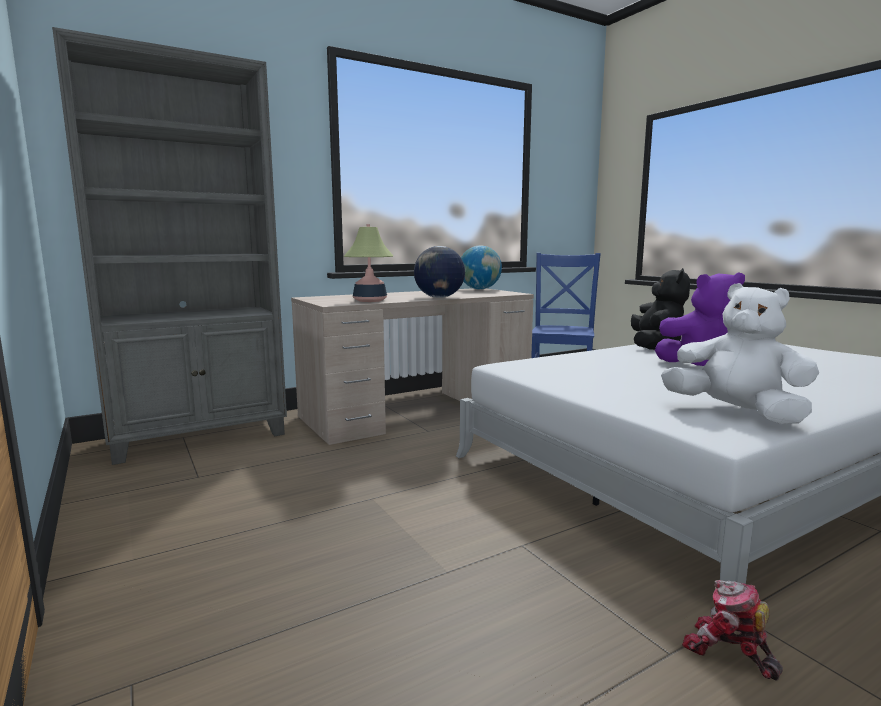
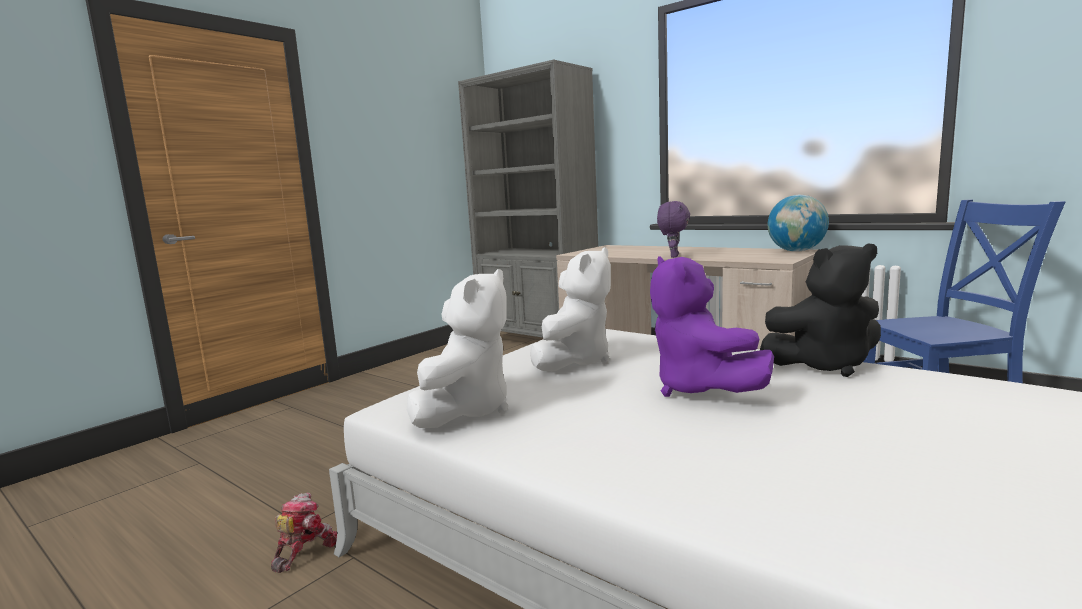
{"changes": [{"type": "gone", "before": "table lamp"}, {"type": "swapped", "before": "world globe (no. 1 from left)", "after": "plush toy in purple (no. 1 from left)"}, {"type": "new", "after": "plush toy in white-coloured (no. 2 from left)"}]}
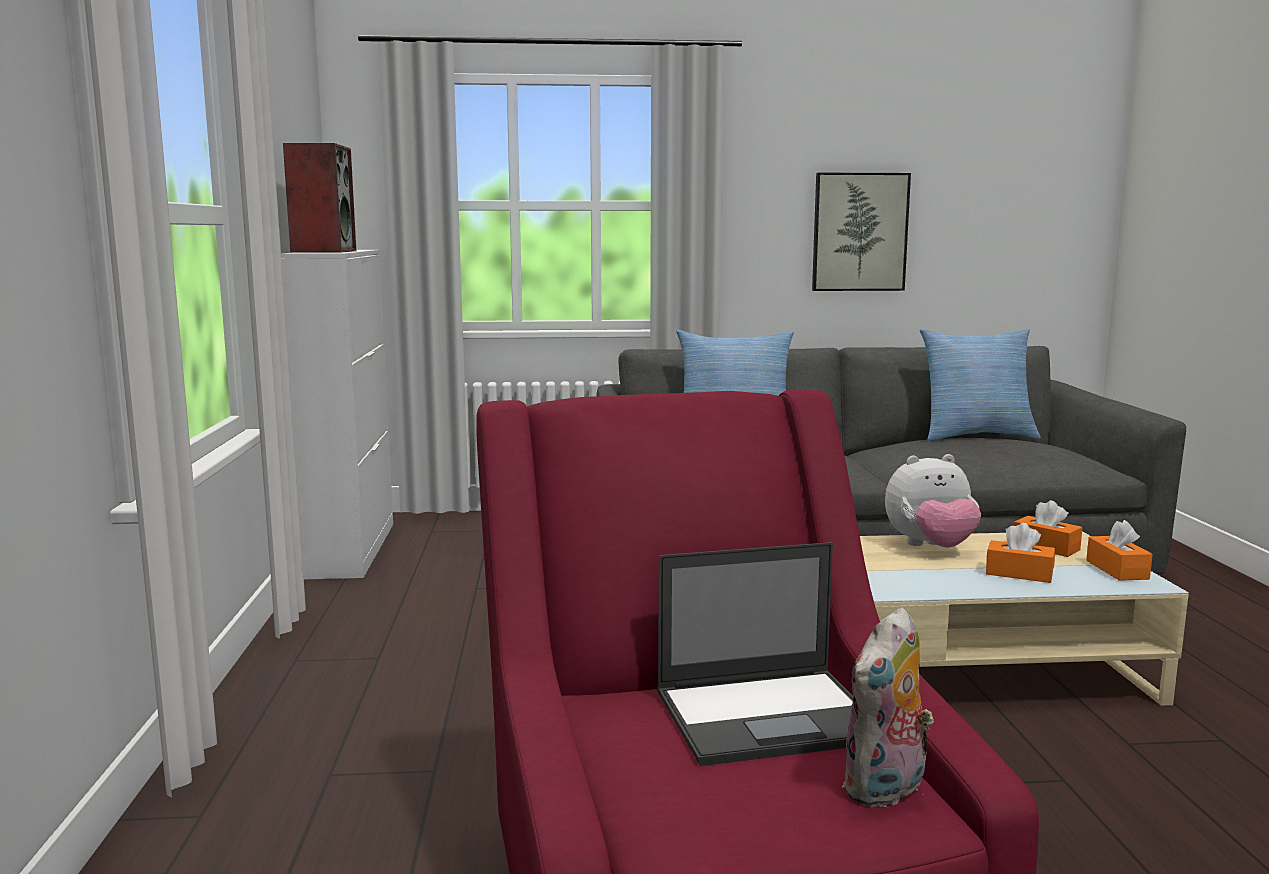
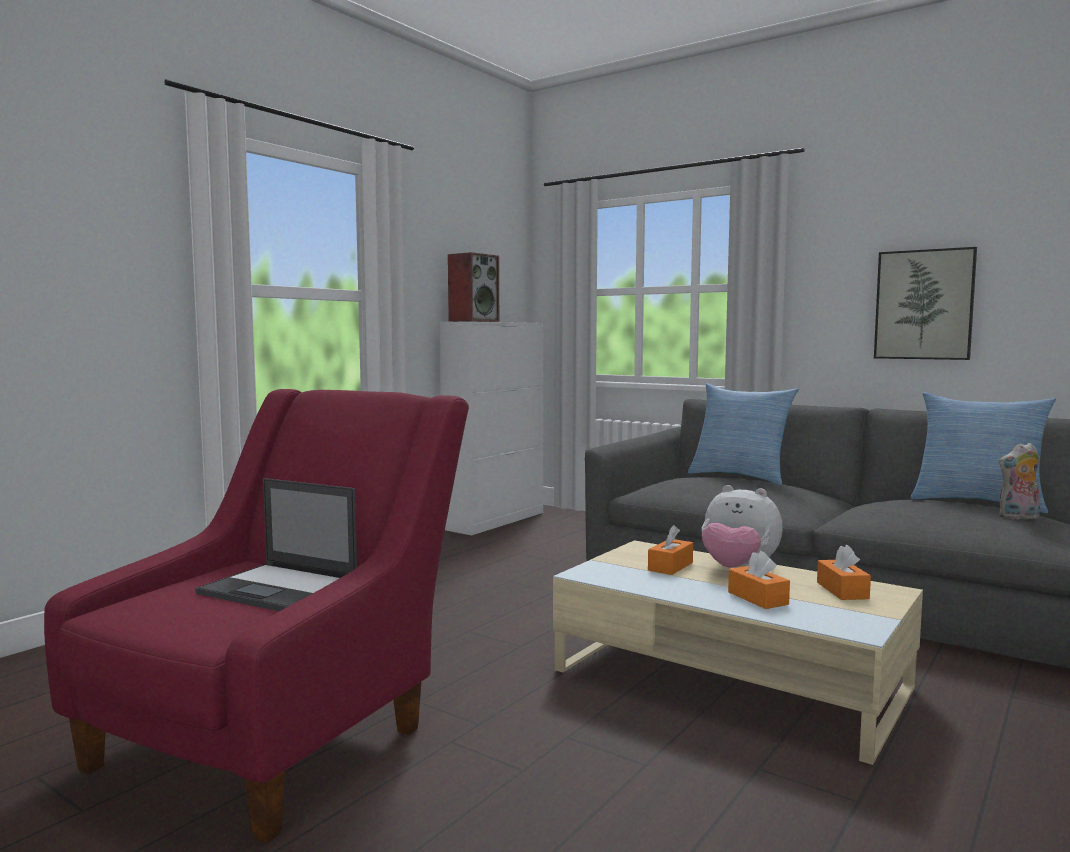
{"changes": [{"type": "shifted", "before": "tissue holder in orangey (no. 3 from left in the first image)", "after": "tissue holder in orangey (no. 1 from left)"}, {"type": "shifted", "before": "plush toy (no. 1 from left in the first image)", "after": "plush toy (no. 2 from left)"}]}
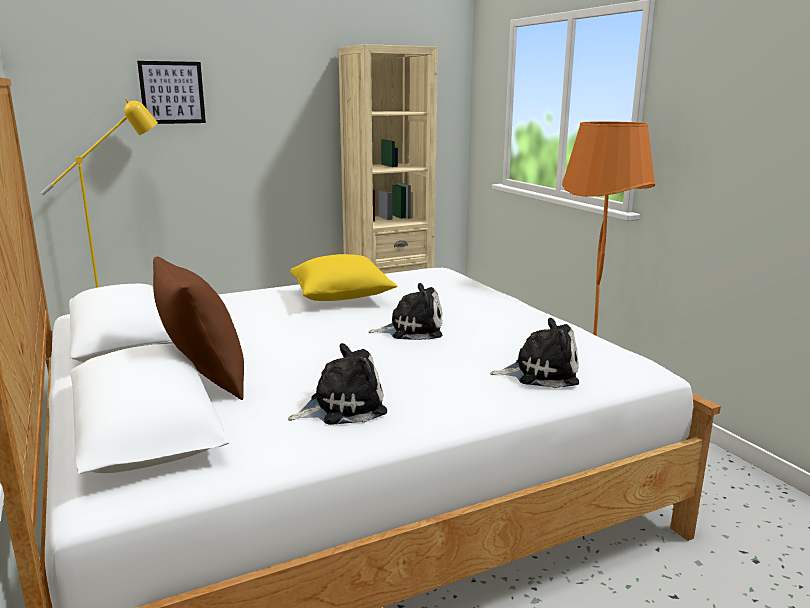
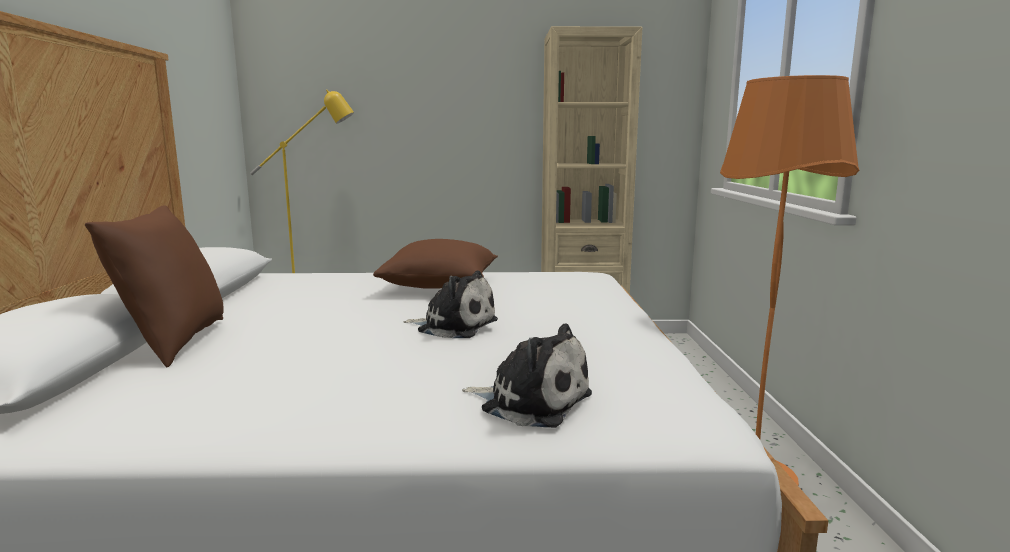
{"changes": [{"type": "gone", "before": "wall art"}, {"type": "repainted", "before": "throw pillow in yellow-coloured", "after": "throw pillow in brown-coloured (no. 2 from left)"}, {"type": "gone", "before": "plush toy (no. 1 from left)"}]}
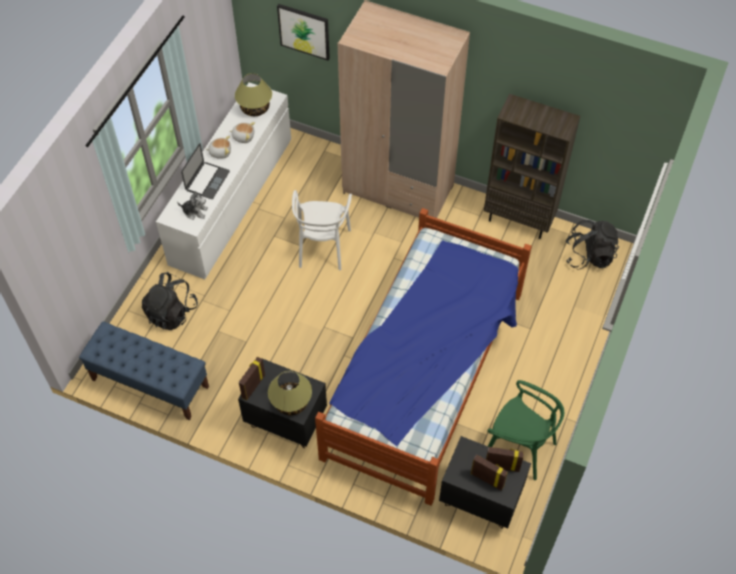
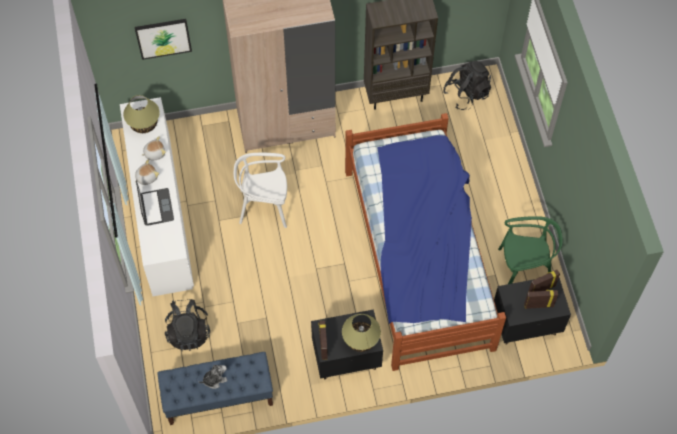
{"changes": [{"type": "rotated", "before": "chair in white-coloured", "turn": 120}, {"type": "shifted", "before": "plush toy (no. 1 from left in the first image)", "after": "plush toy (no. 3 from left)"}]}
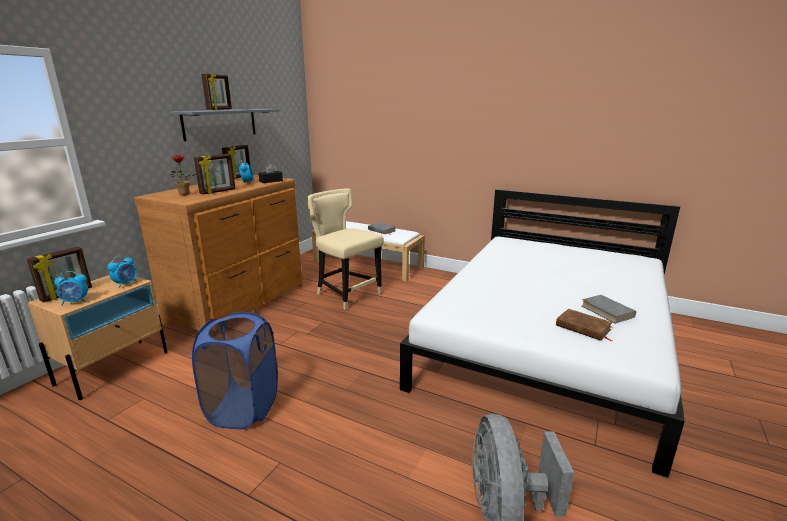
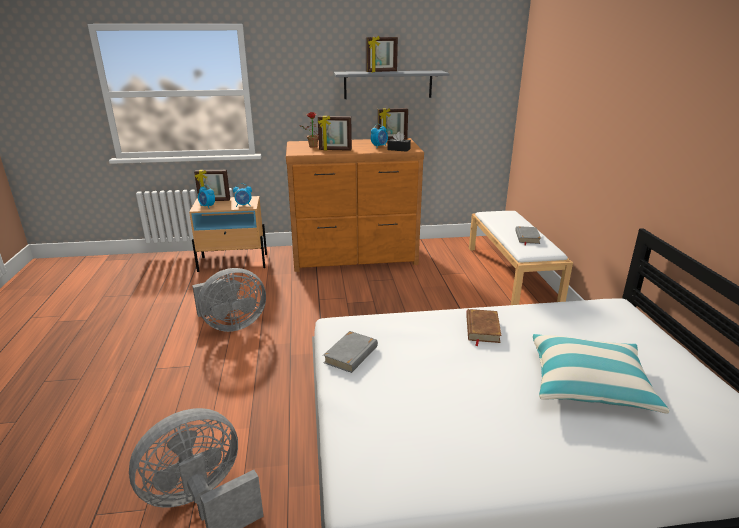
{"changes": [{"type": "gone", "before": "chair in beige-coloured"}, {"type": "shifted", "before": "book in gray (no. 2 from left in the first image)", "after": "book in gray (no. 1 from left)"}, {"type": "shifted", "before": "book in brown-coloured"}, {"type": "swapped", "before": "hamper in blue-coloured", "after": "electric fan in gray (no. 2 from left)"}, {"type": "new", "after": "throw pillow"}]}
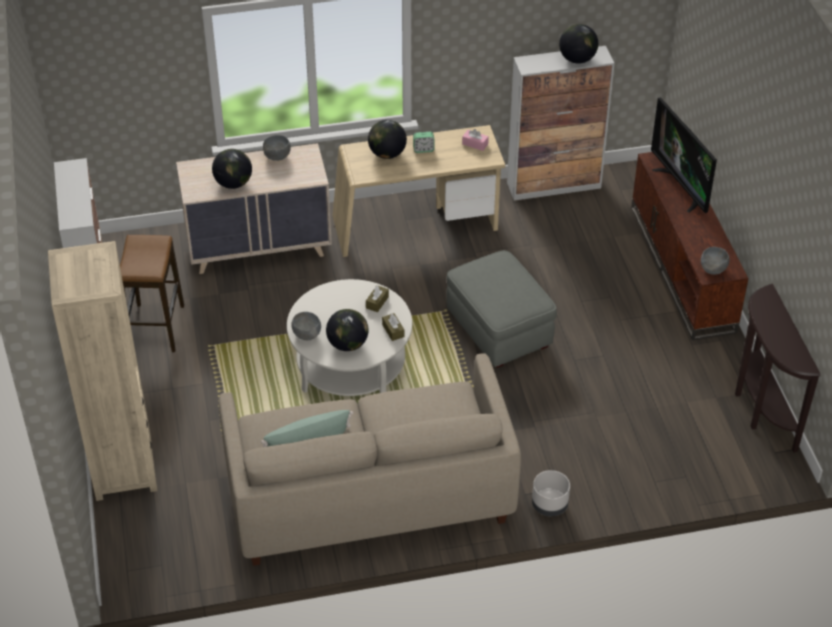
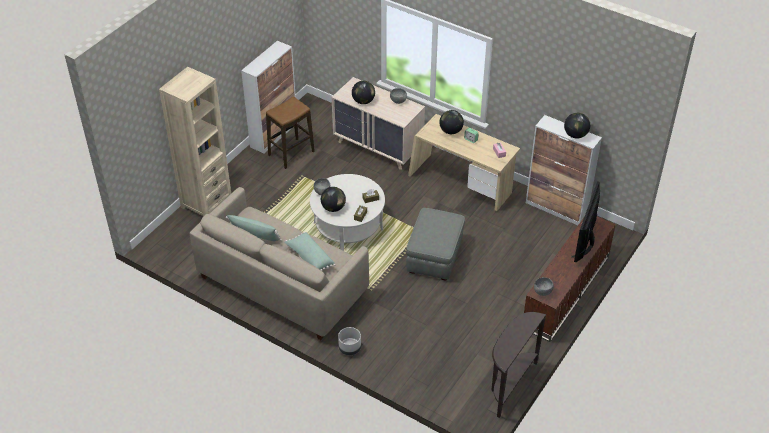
{"changes": [{"type": "new", "after": "throw pillow in green (no. 2 from left)"}]}
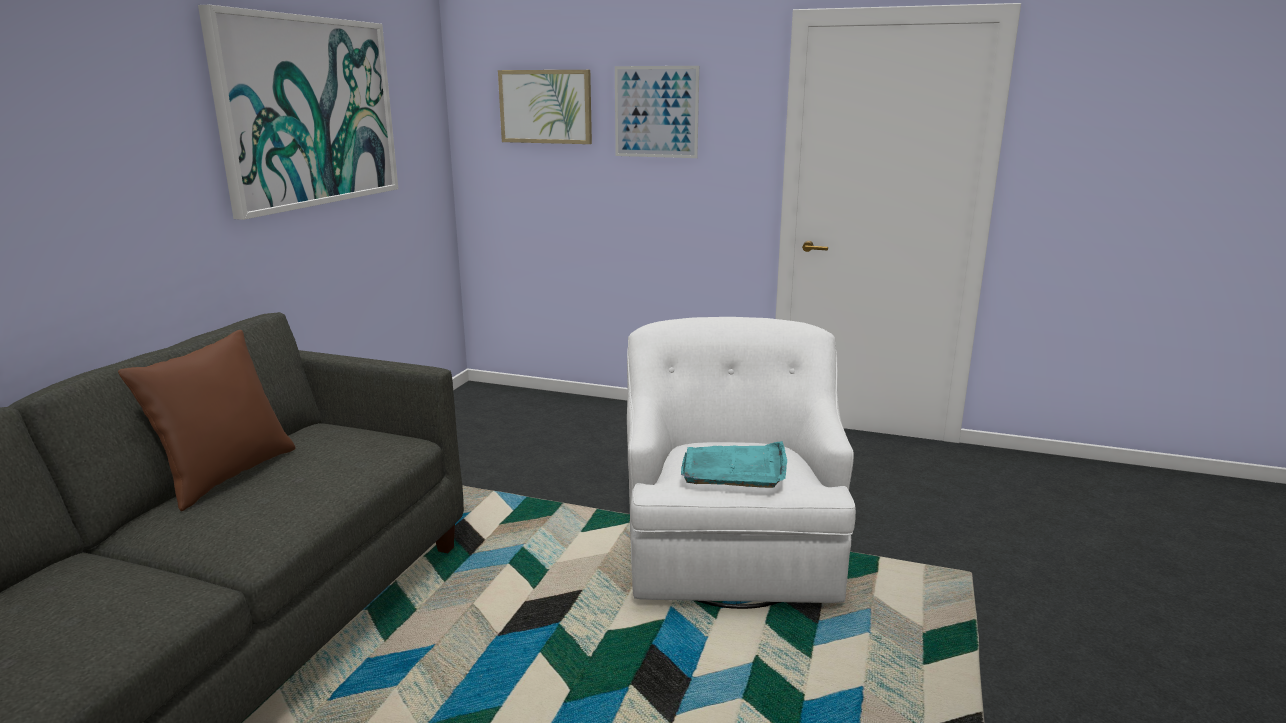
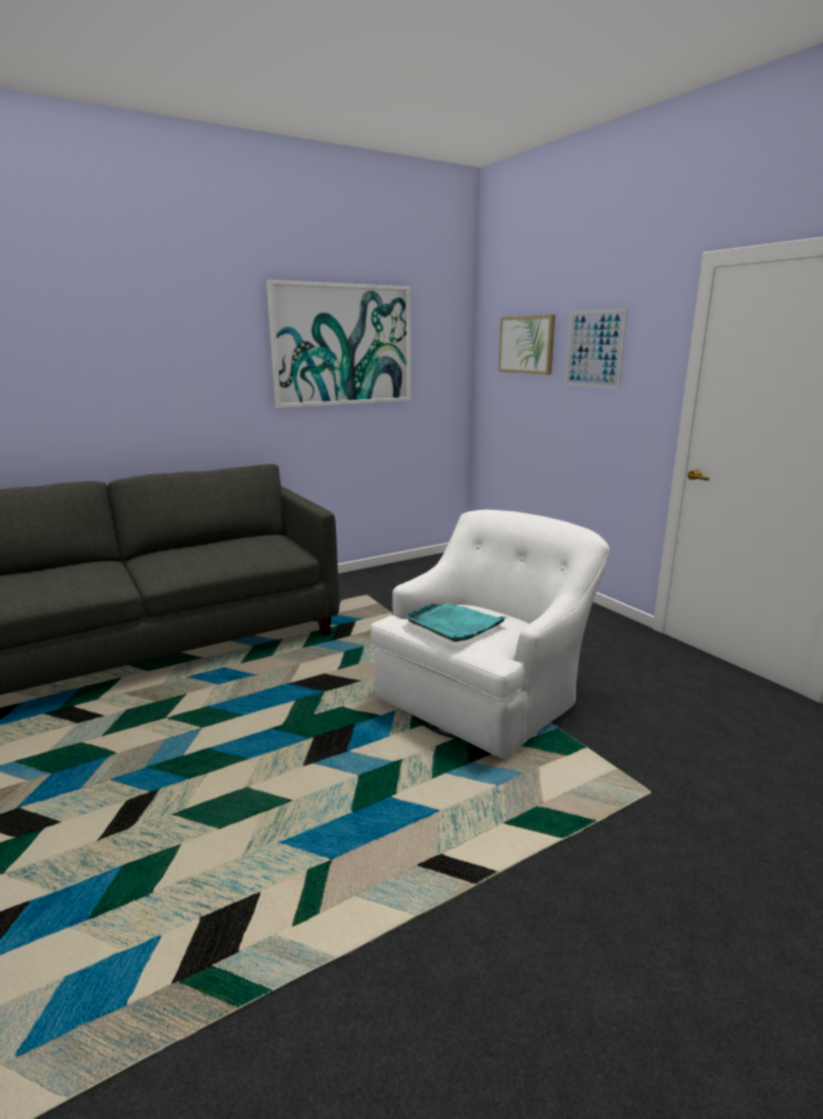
{"changes": [{"type": "gone", "before": "throw pillow in brown-coloured"}]}
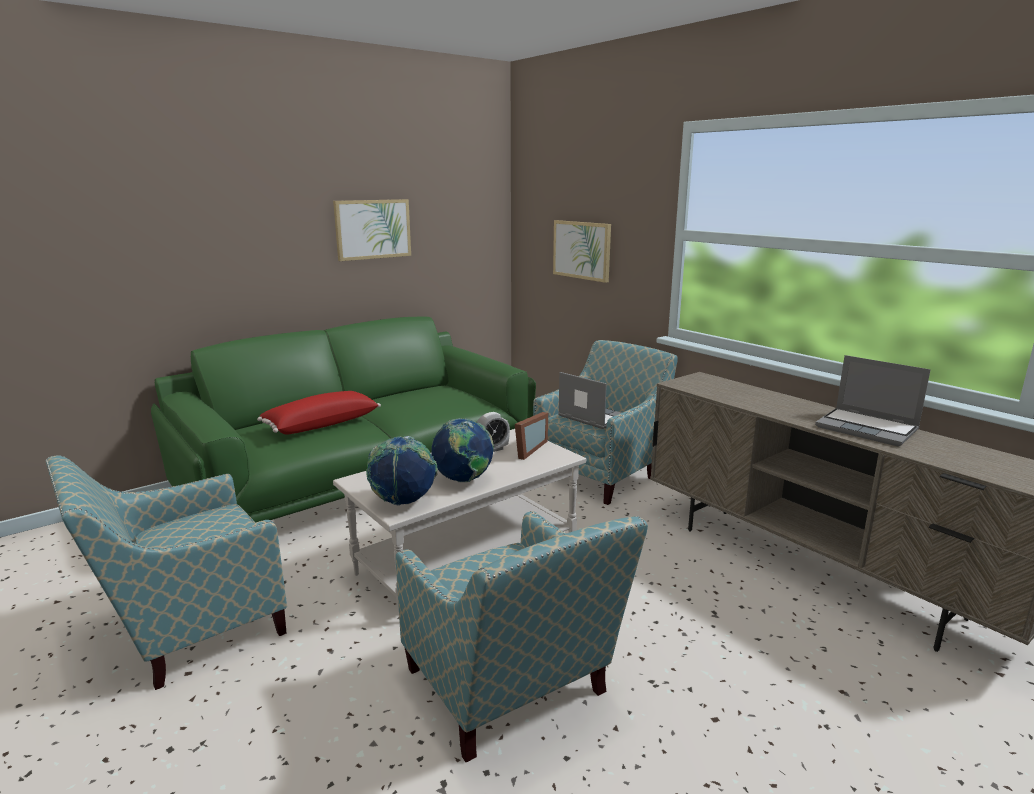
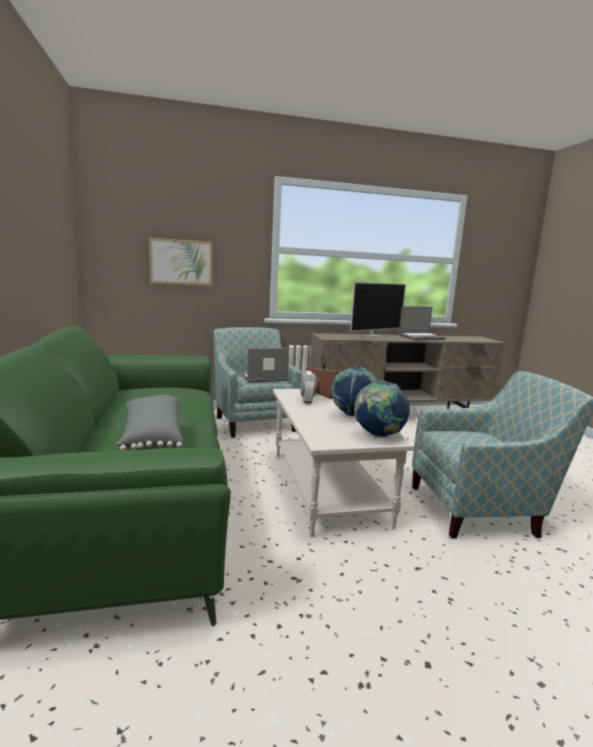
{"changes": [{"type": "gone", "before": "wall art (no. 1 from left)"}, {"type": "repainted", "before": "throw pillow in red", "after": "throw pillow in gray"}, {"type": "gone", "before": "easy chair (no. 1 from left)"}, {"type": "new", "after": "TV"}]}
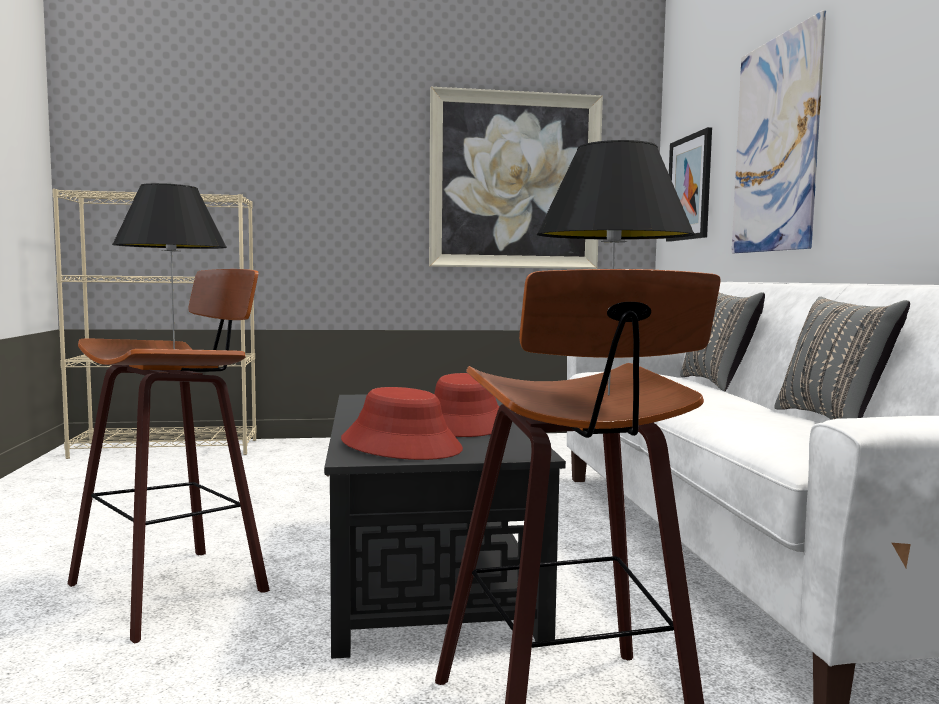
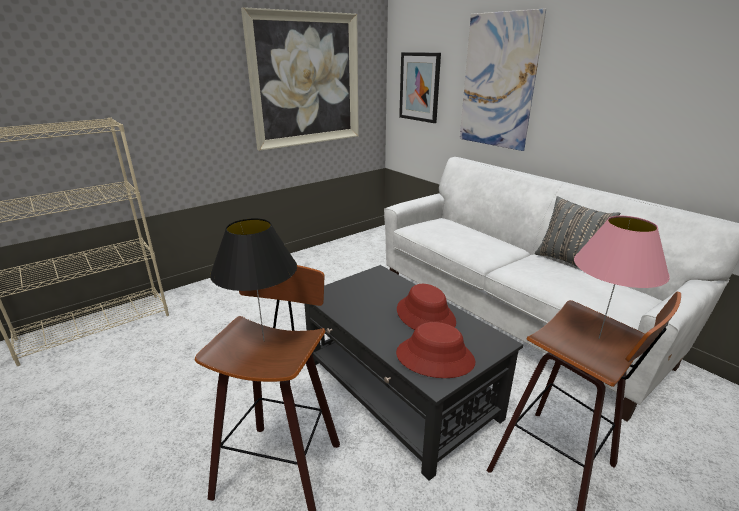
{"changes": [{"type": "repainted", "before": "table lamp in black (no. 2 from left)", "after": "table lamp in pink"}, {"type": "gone", "before": "throw pillow in gray (no. 1 from left)"}]}
